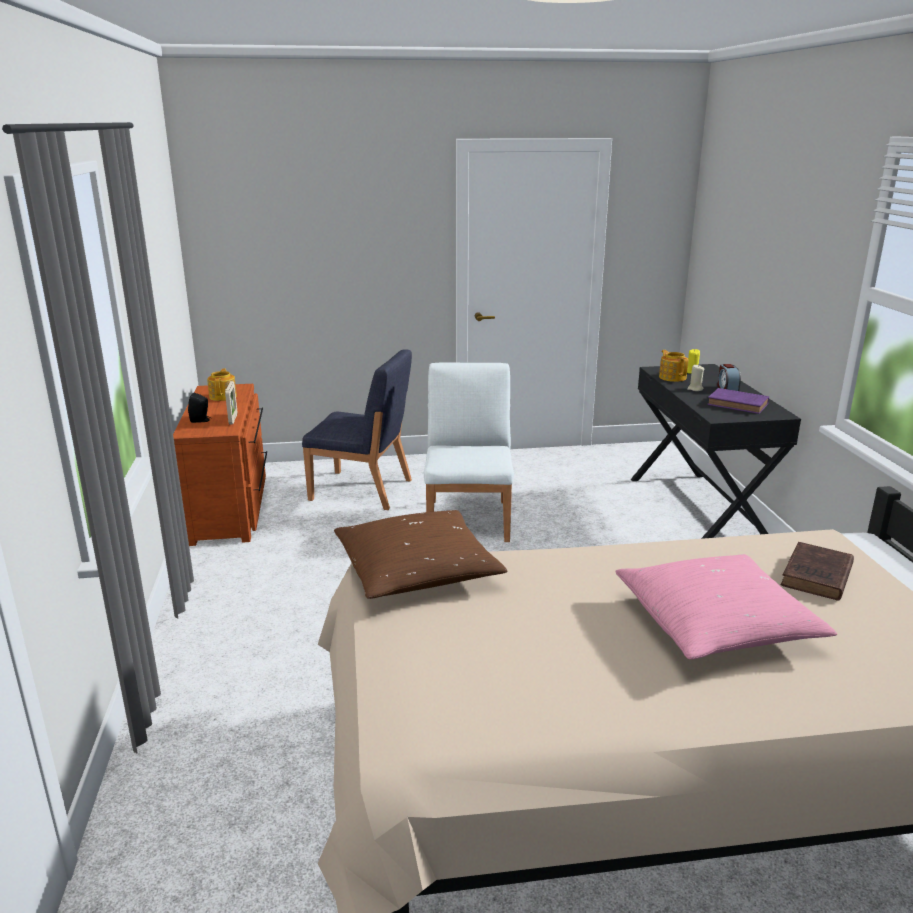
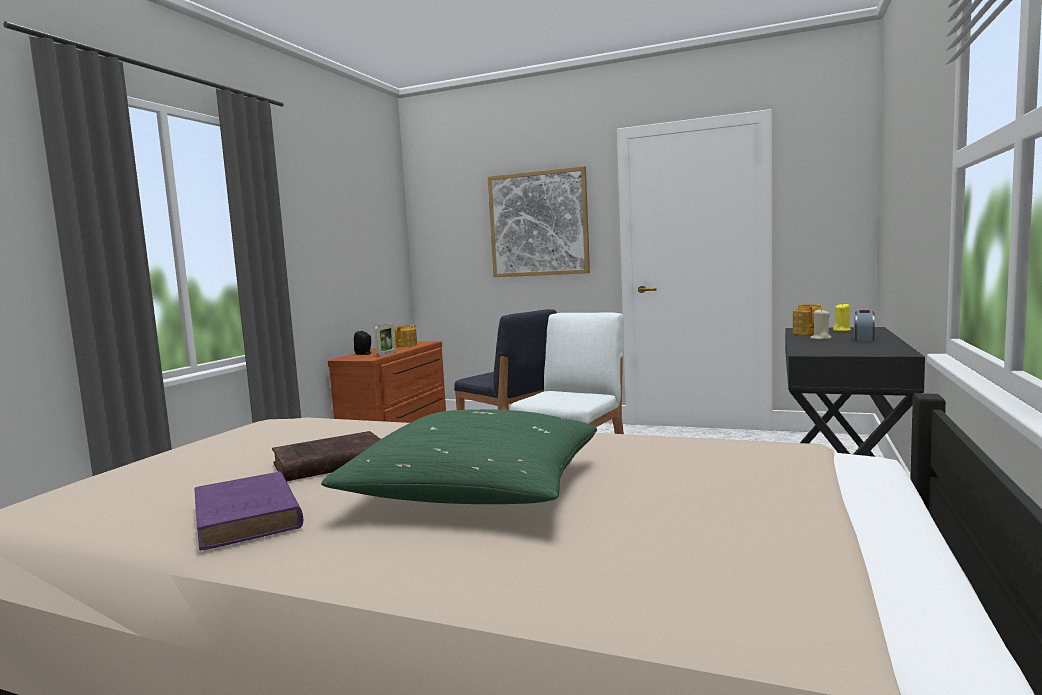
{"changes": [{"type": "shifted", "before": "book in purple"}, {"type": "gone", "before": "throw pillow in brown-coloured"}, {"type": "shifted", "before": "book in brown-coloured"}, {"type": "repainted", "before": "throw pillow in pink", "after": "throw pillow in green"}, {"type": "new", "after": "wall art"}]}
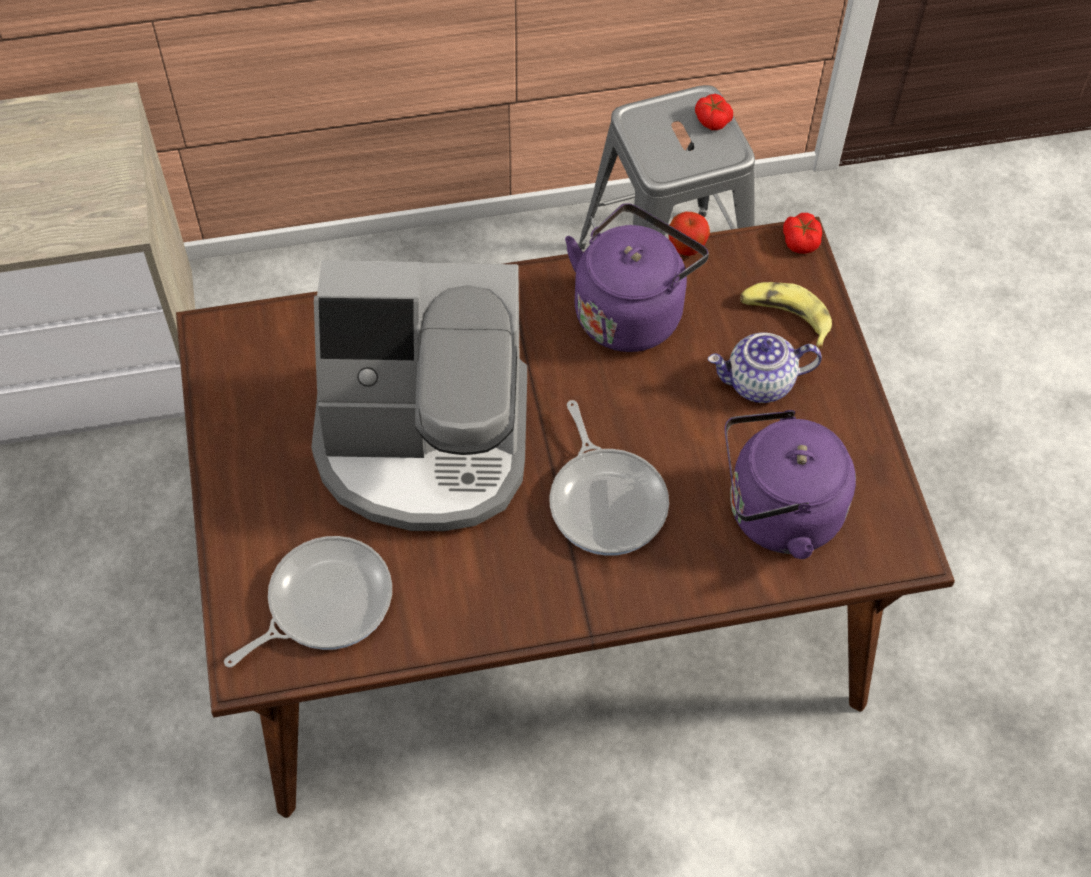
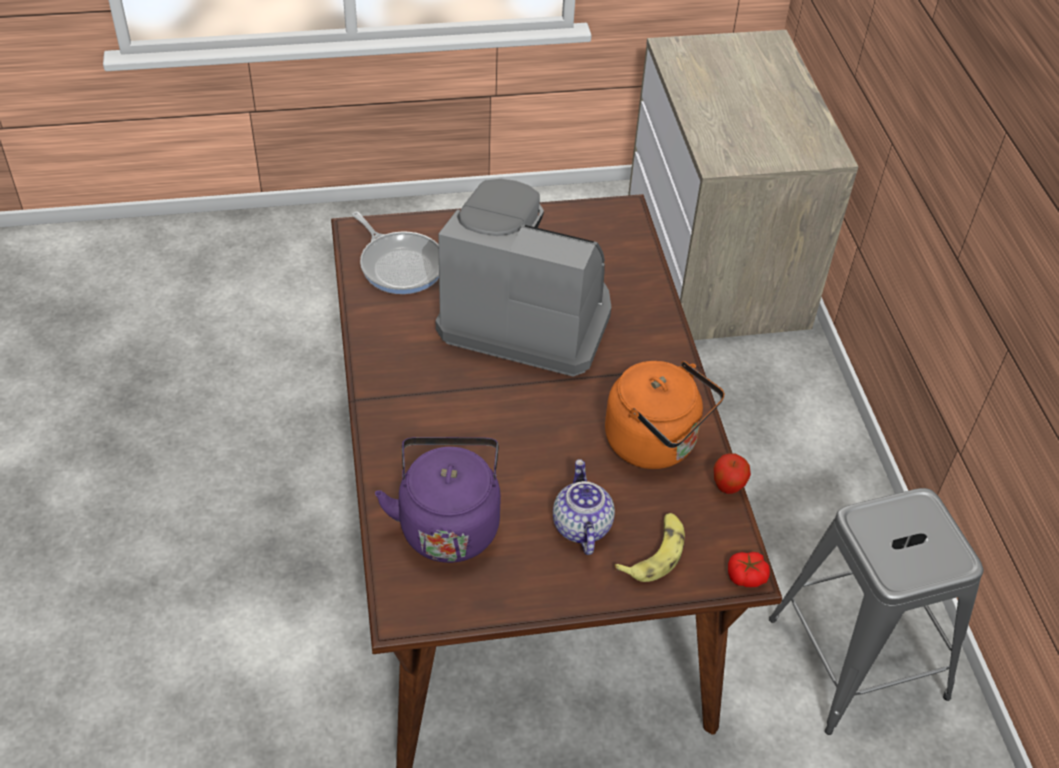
{"changes": [{"type": "gone", "before": "tomato (no. 1 from left)"}, {"type": "repainted", "before": "water kettle in purple (no. 1 from left)", "after": "water kettle in orangey"}, {"type": "rotated", "before": "coffee brewer", "turn": 105}, {"type": "gone", "before": "pan (no. 2 from left)"}]}
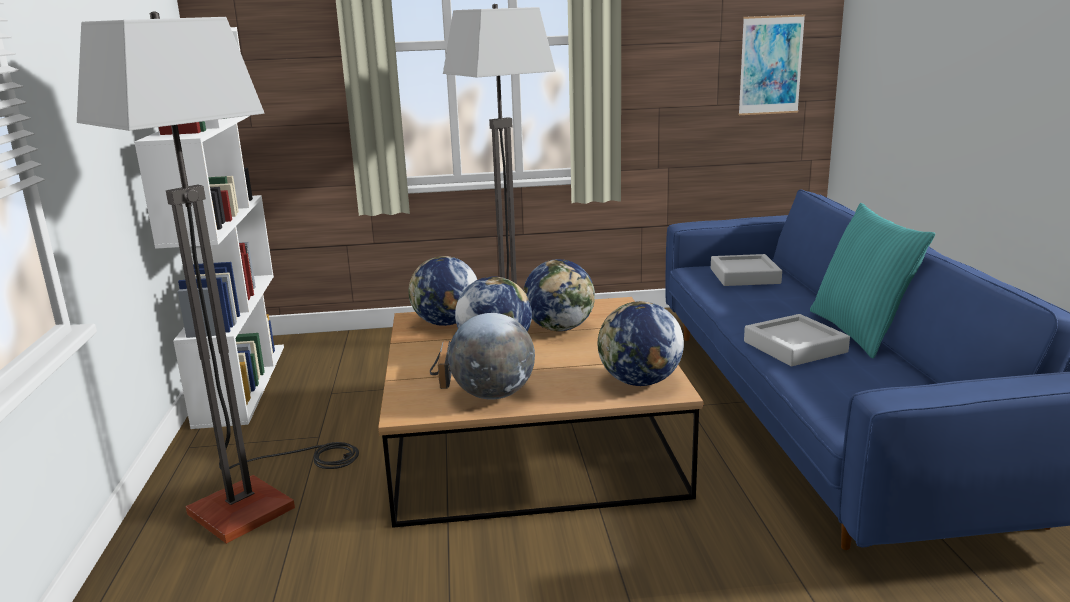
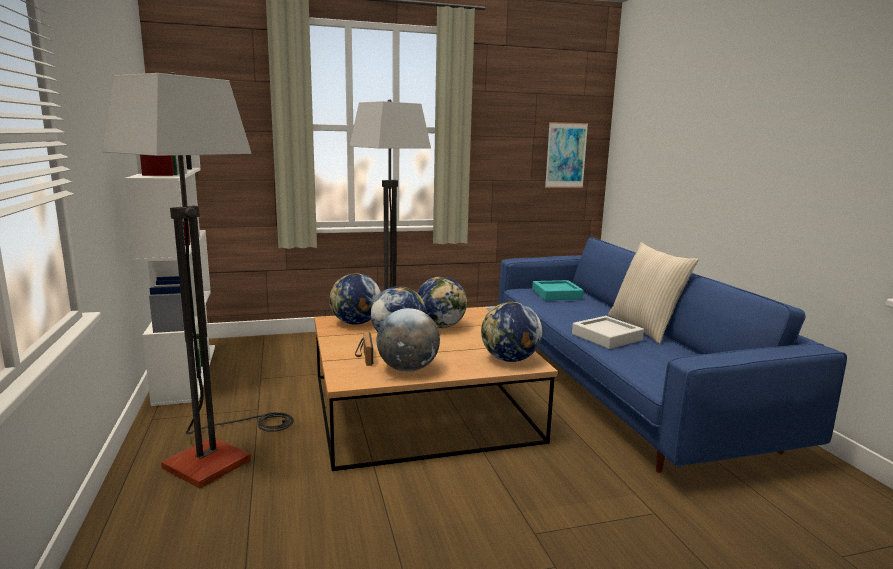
{"changes": [{"type": "repainted", "before": "throw pillow in blue-green", "after": "throw pillow in beige-coloured"}, {"type": "repainted", "before": "serving tray in gray (no. 1 from left)", "after": "serving tray in blue-green"}]}
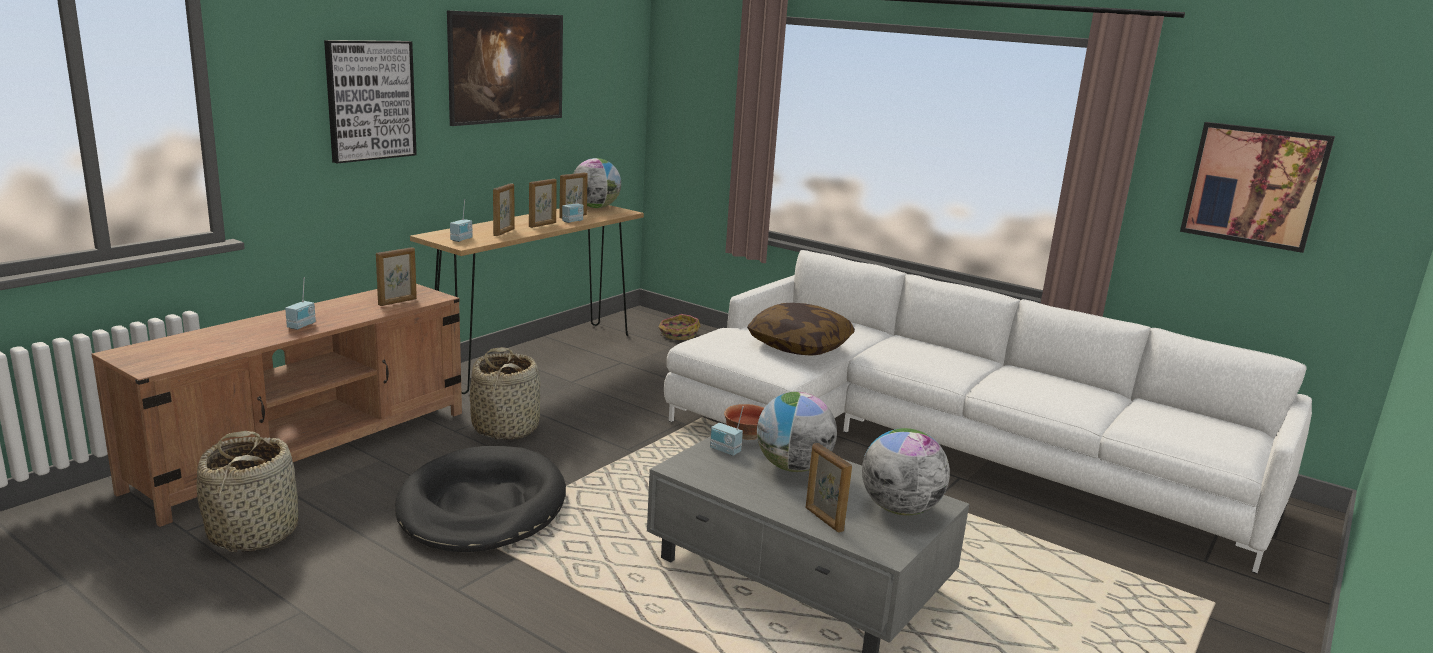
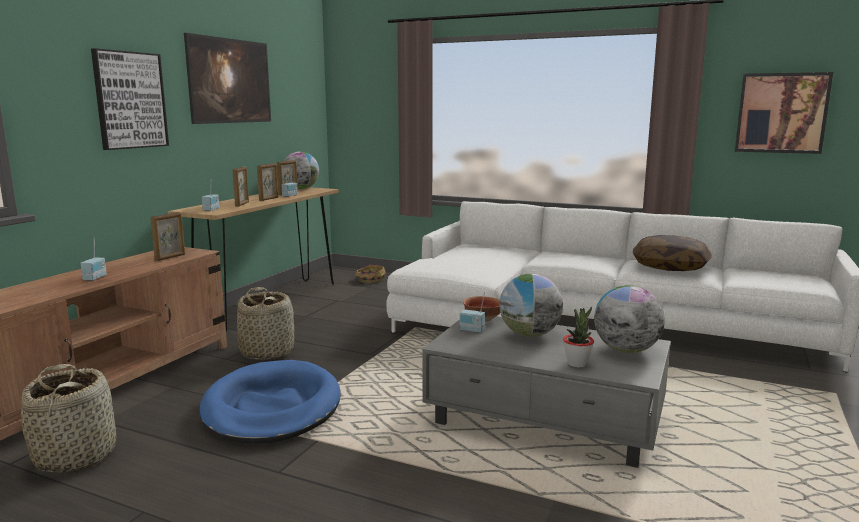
{"changes": [{"type": "shifted", "before": "throw pillow"}, {"type": "swapped", "before": "picture frame (no. 5 from left)", "after": "potted plant"}, {"type": "repainted", "before": "dog cushion in black", "after": "dog cushion in blue-coloured"}]}
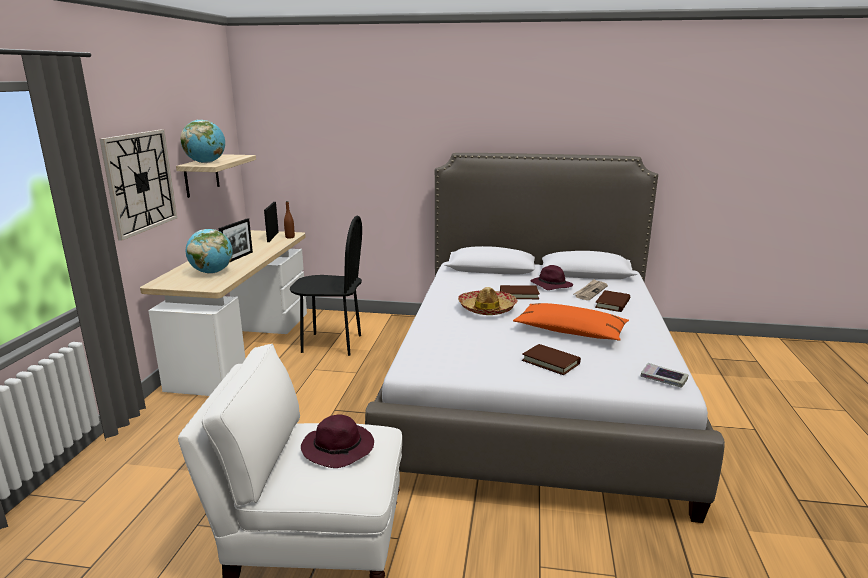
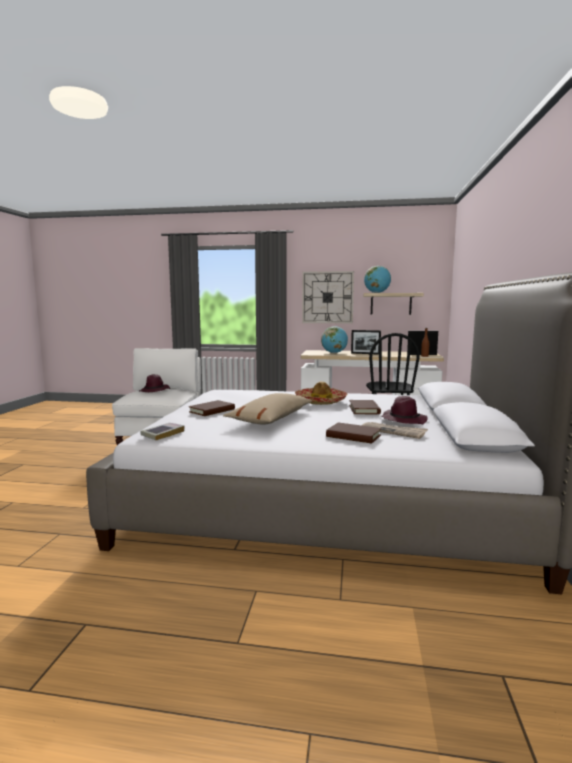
{"changes": [{"type": "repainted", "before": "throw pillow in orangey", "after": "throw pillow in beige-coloured"}]}
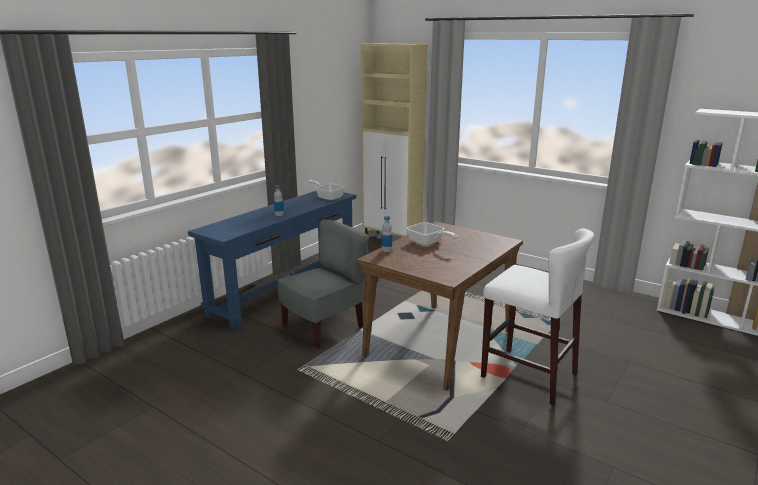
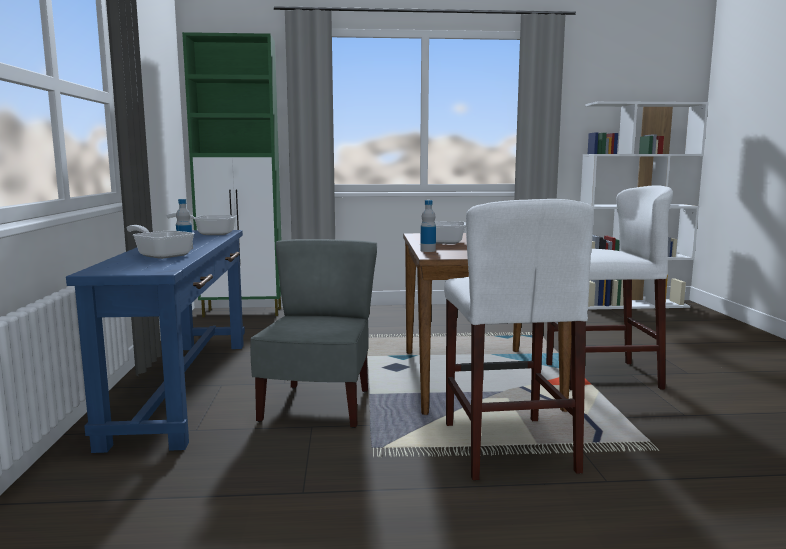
{"changes": [{"type": "repainted", "before": "cupboard in beige-coloured", "after": "cupboard in green"}, {"type": "new", "after": "stool in white-coloured (no. 1 from left)"}, {"type": "new", "after": "pan (no. 1 from left)"}]}
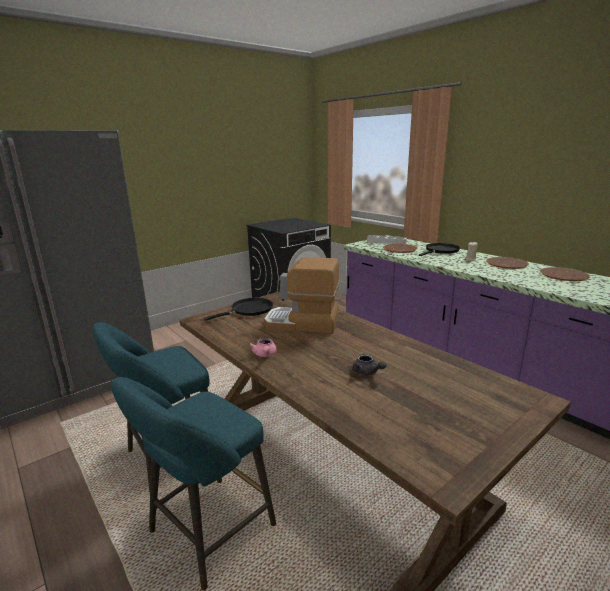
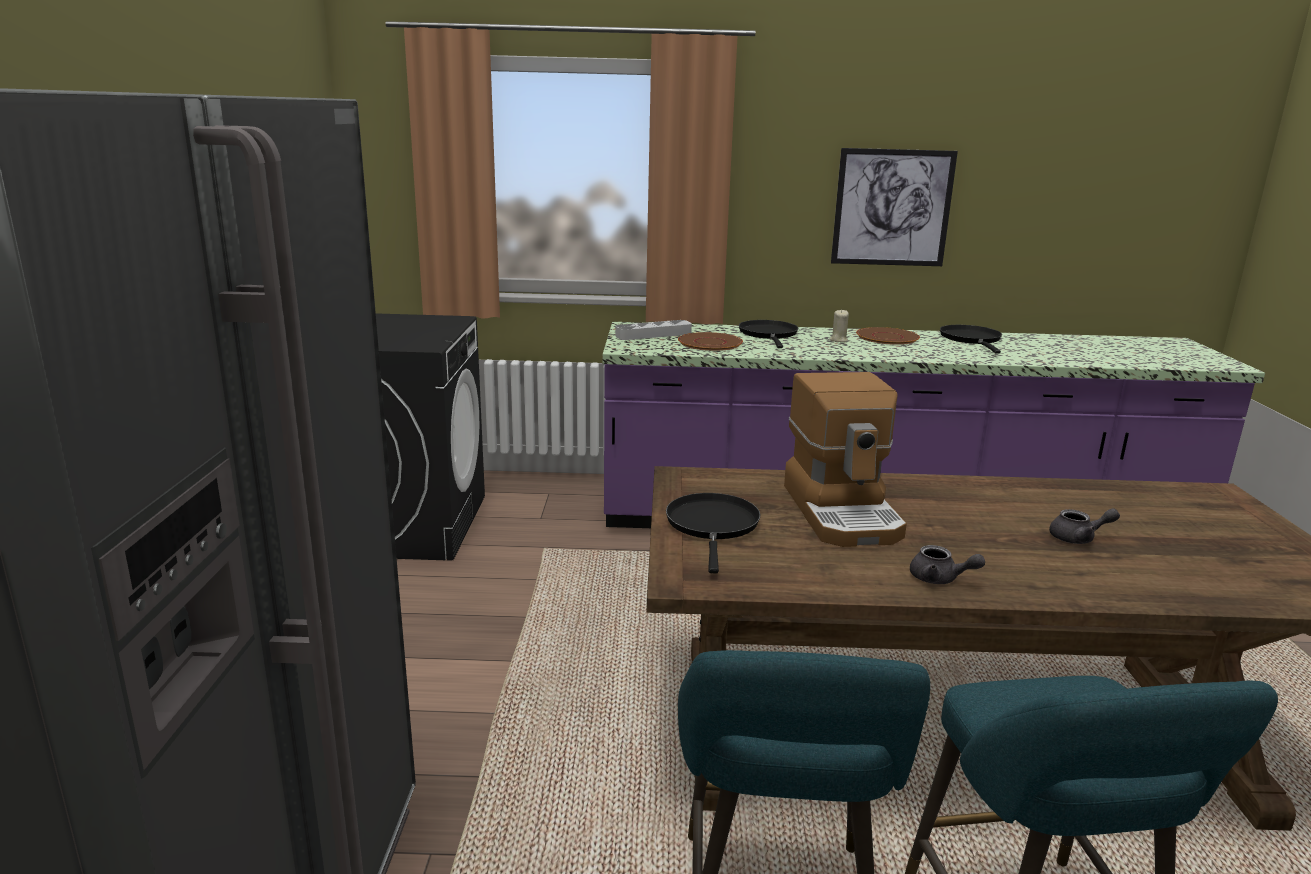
{"changes": [{"type": "rotated", "before": "coffee brewer", "turn": -60}, {"type": "swapped", "before": "flat dish in brown-coloured (no. 3 from left)", "after": "pan in black (no. 3 from left)"}, {"type": "repainted", "before": "pot for tea in pink", "after": "pot for tea in gray (no. 1 from left)"}, {"type": "new", "after": "wall art"}]}
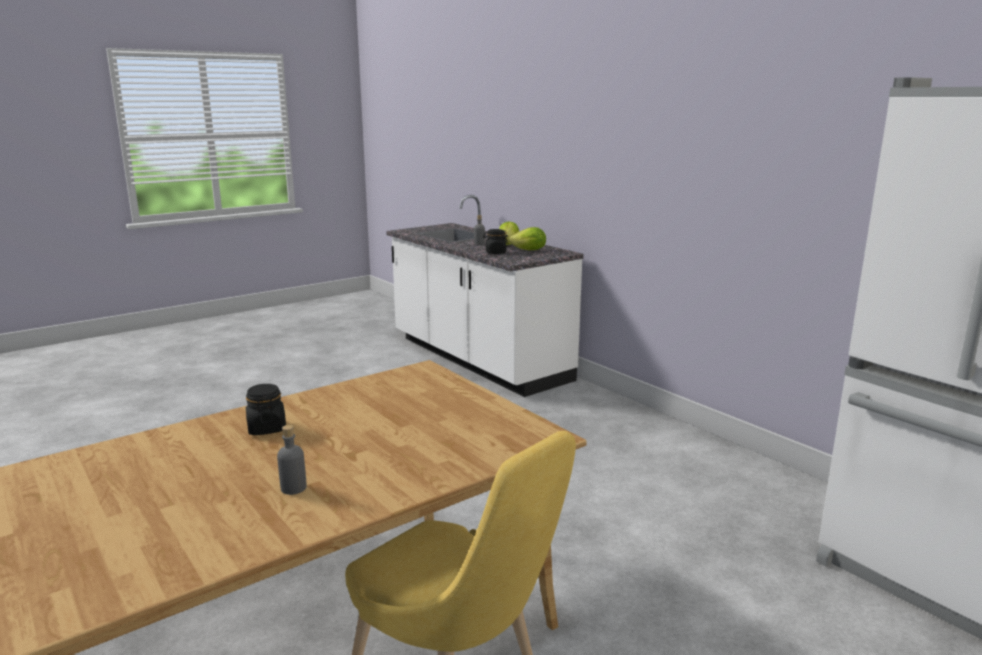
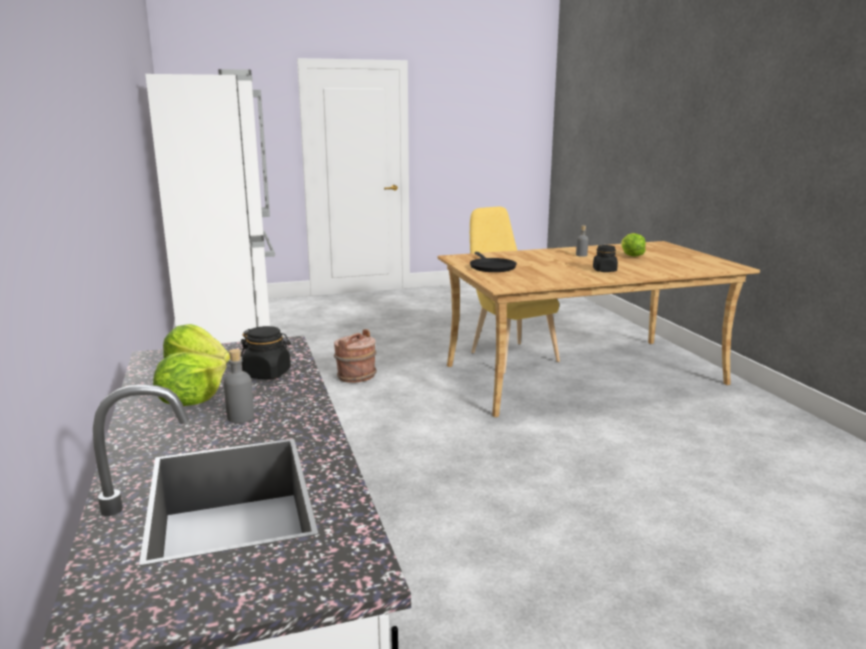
{"changes": [{"type": "new", "after": "lettuce (no. 3 from left)"}, {"type": "new", "after": "pan in black"}, {"type": "new", "after": "pail in brown-coloured"}]}
